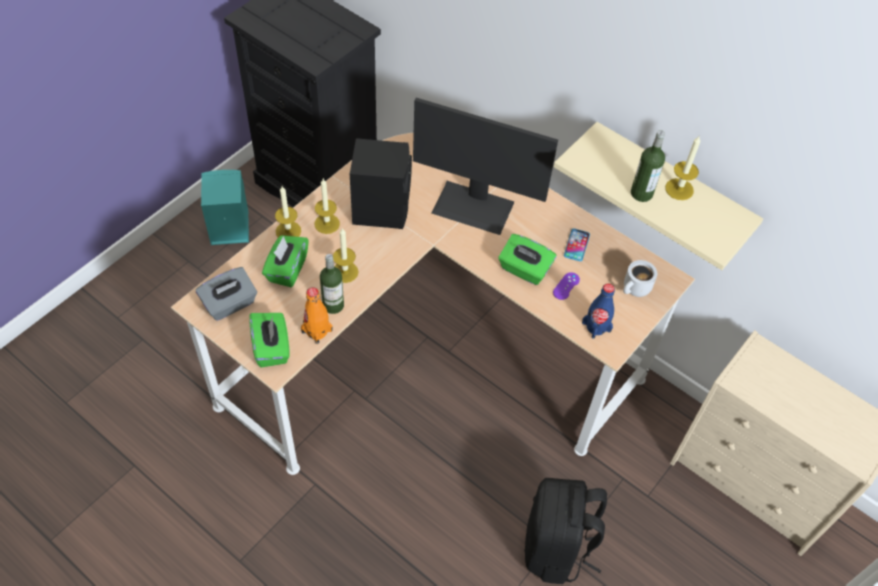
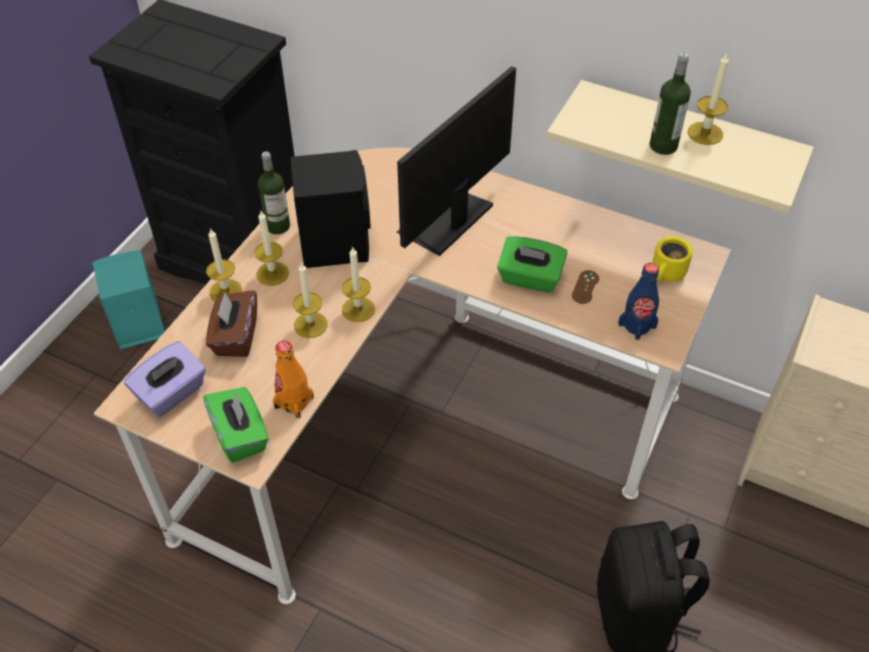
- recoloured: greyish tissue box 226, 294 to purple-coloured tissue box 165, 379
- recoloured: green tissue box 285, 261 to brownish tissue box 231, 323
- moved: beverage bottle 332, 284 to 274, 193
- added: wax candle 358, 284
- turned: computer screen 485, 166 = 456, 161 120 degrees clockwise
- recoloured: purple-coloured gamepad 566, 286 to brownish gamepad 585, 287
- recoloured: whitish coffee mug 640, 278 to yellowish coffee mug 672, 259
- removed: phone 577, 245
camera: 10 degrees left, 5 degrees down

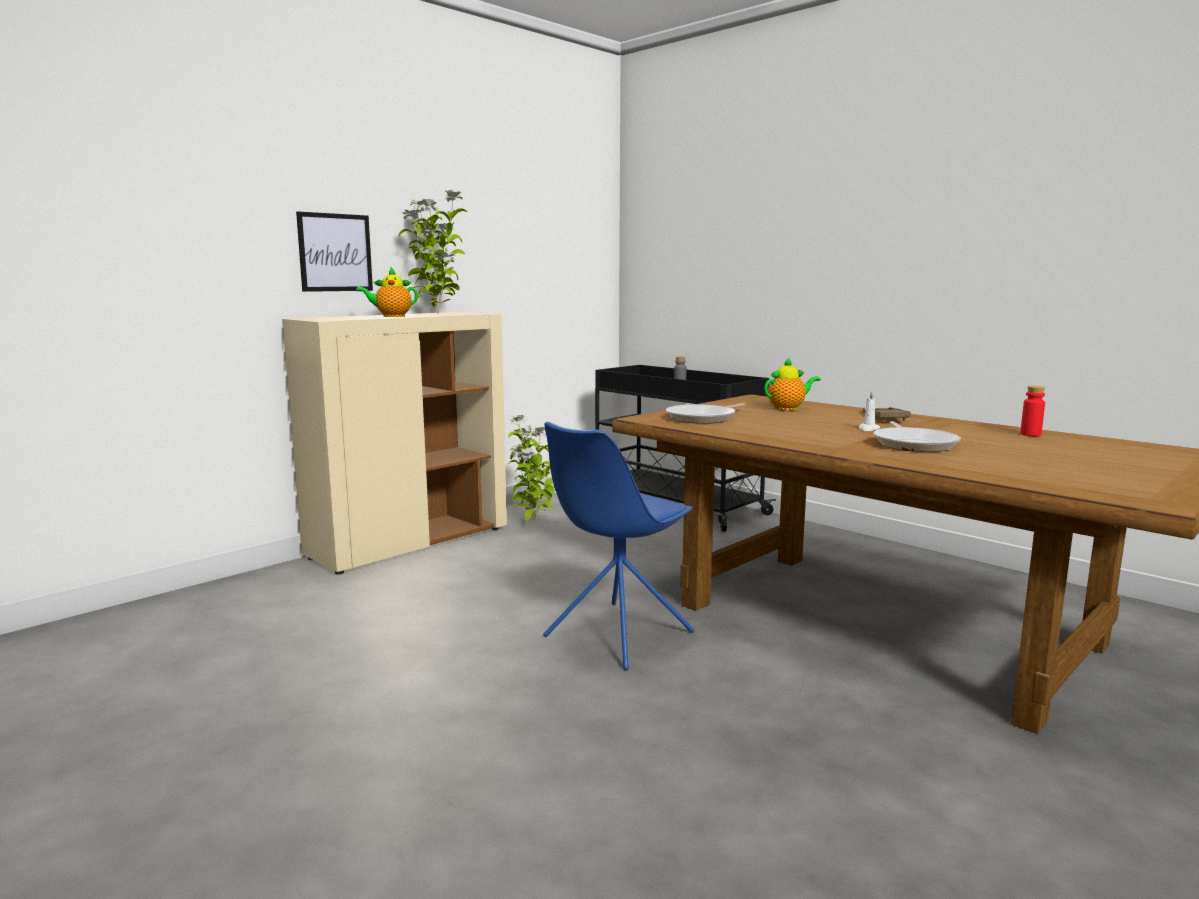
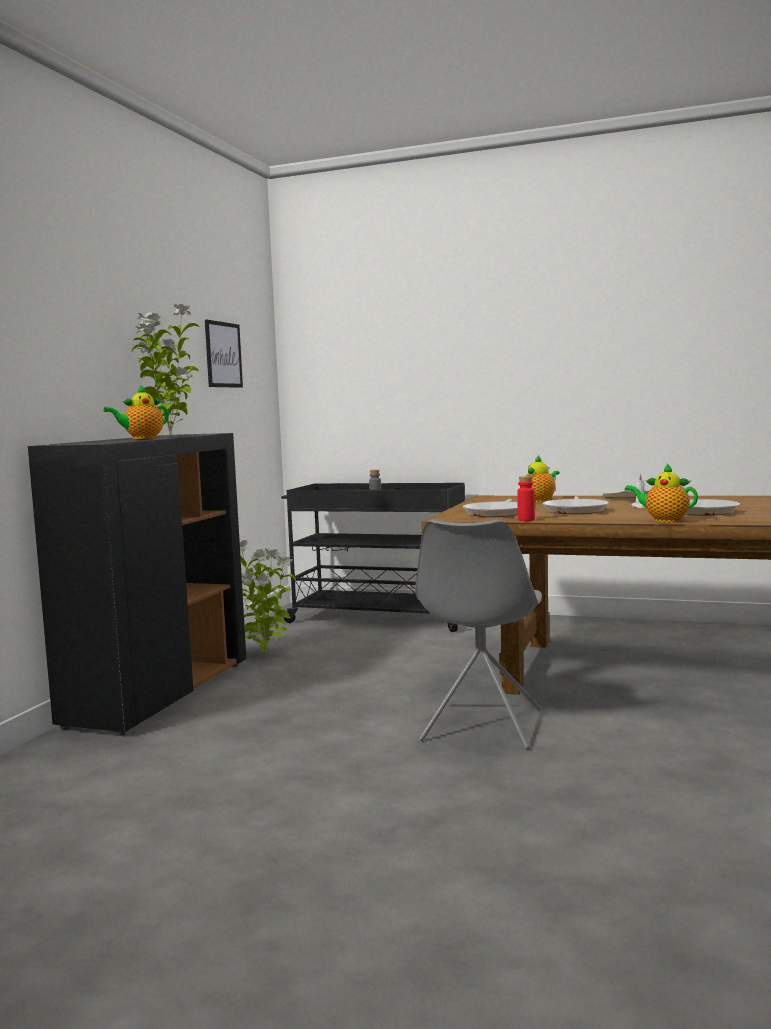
- recoloured: sand-coloured cabinet 394, 443 to black-coloured cabinet 137, 584
- moved: picture 334, 251 to 224, 354
- recoloured: blue-coloured chair 618, 545 to greyish chair 478, 634
- moved: reddish beverage bottle 1032, 411 to 526, 498
- added: frying pan 576, 505
- added: teapot 661, 493
camera: 25 degrees left, 5 degrees down

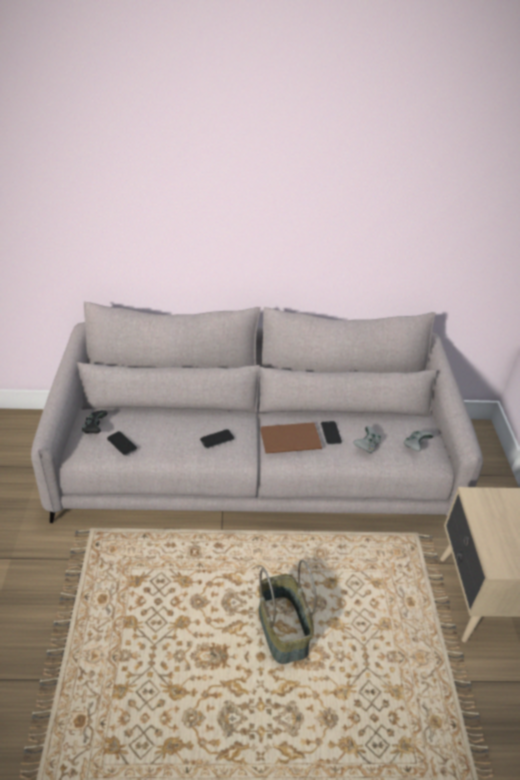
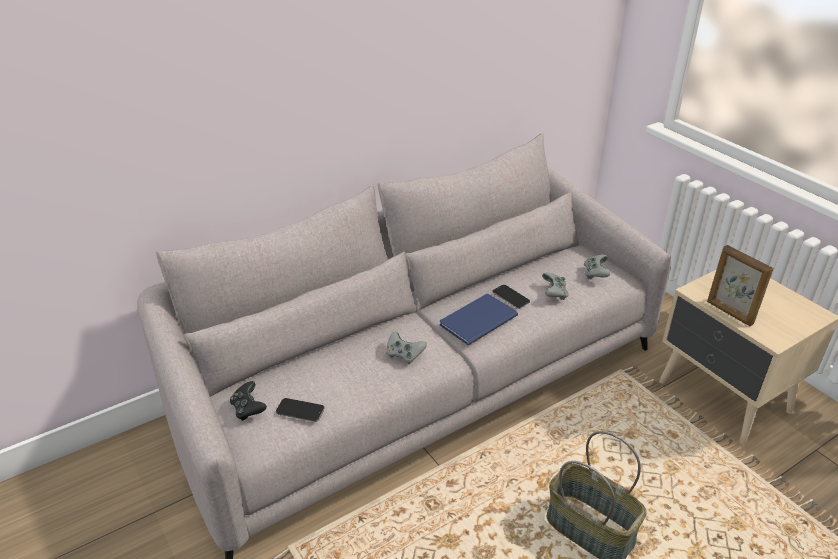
- replaced: phone 217, 439 to greyish gamepad 406, 347
- recoloured: brownish volume 291, 438 to blue-coloured volume 479, 319
- added: picture frame 740, 285
camera: 30 degrees left, 5 degrees down

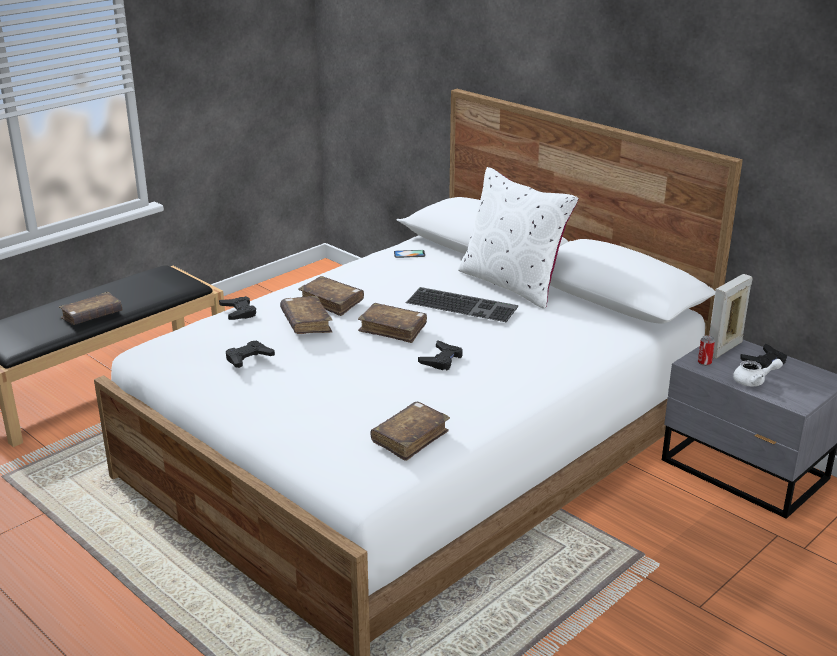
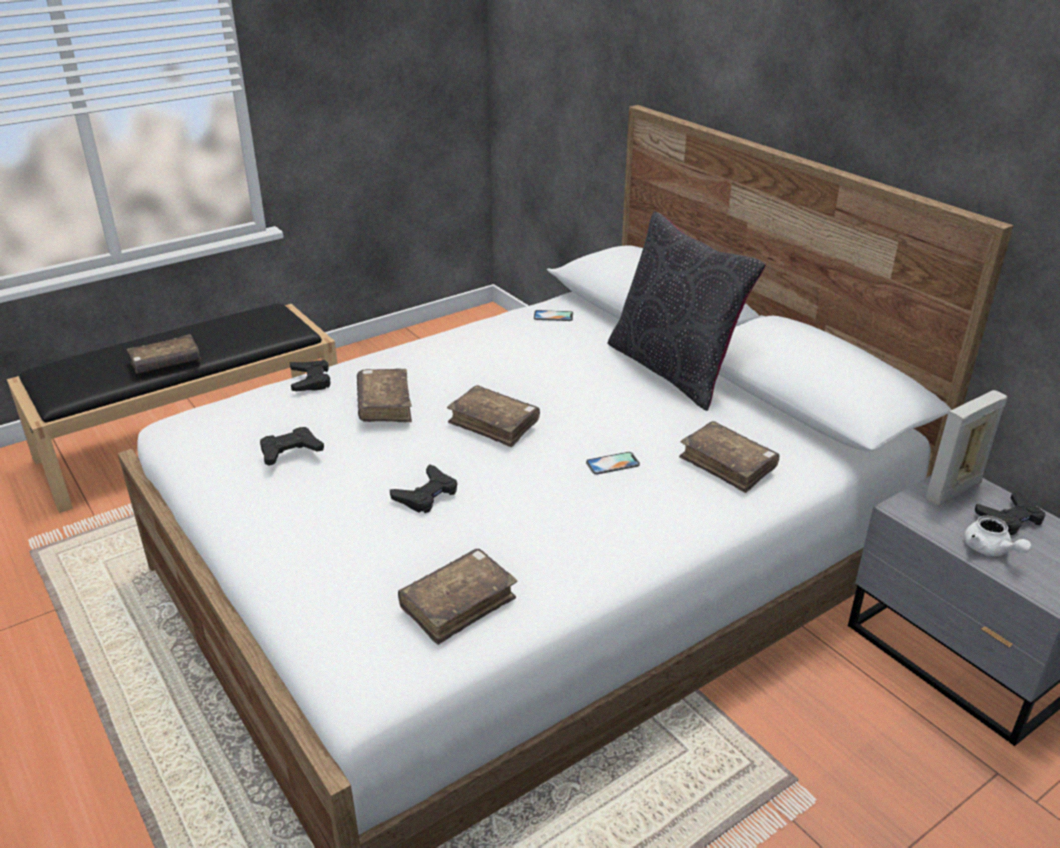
- moved: black-coloured gamepad 440, 355 to 423, 488
- added: phone 613, 463
- recoloured: whitish throw pillow 518, 238 to black-coloured throw pillow 686, 311
- moved: brownish volume 331, 296 to 729, 457
- turned: whitish teapot 758, 372 = 997, 536 60 degrees clockwise
- removed: computer keyboard 462, 304
- removed: sealed can 706, 350
camera: 10 degrees right, 5 degrees up

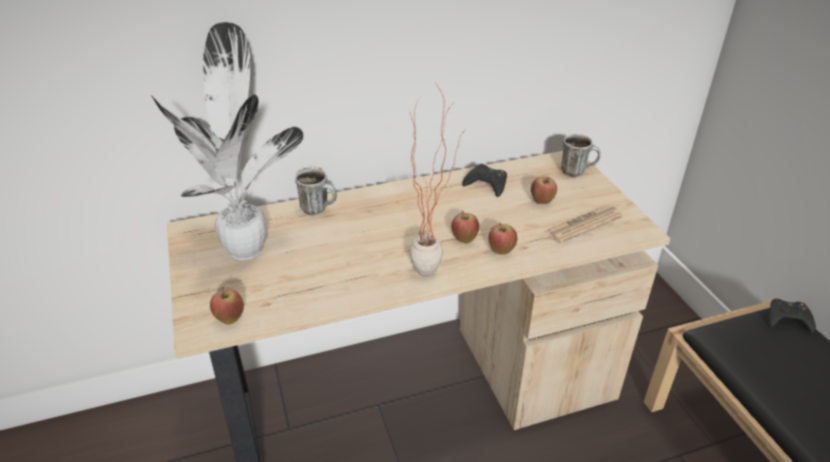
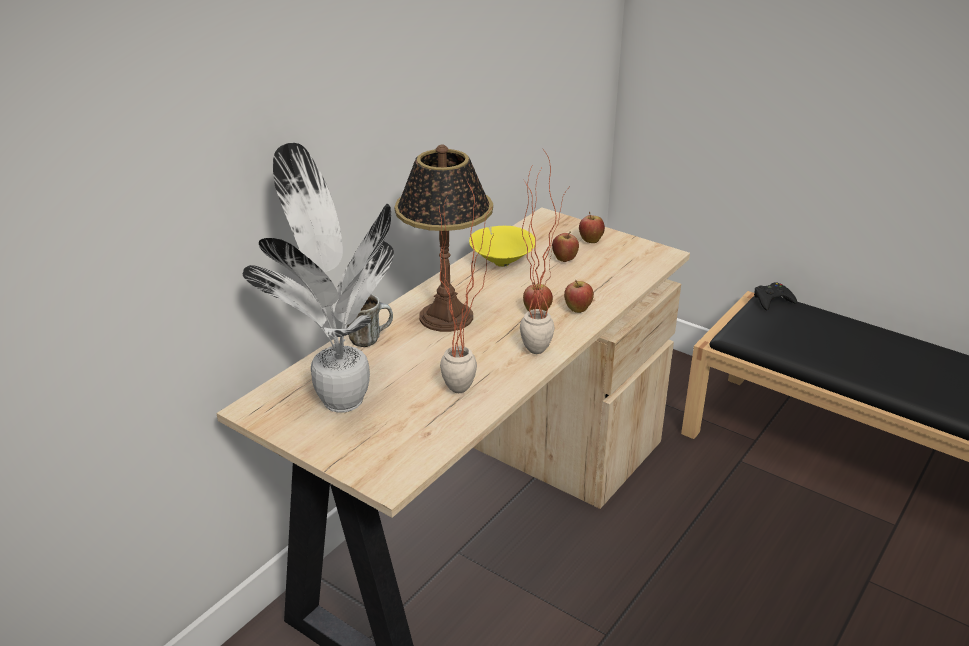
- added: tabletop lamp 443, 238
- added: houseplant 466, 287
- replaced: black-coloured gamepad 484, 180 to yellowish deep dish 502, 246
- moved: apple fruit 227, 306 to 592, 227
- removed: printed paper 583, 224
- removed: coffee mug 581, 155
camera: 35 degrees left, 5 degrees down

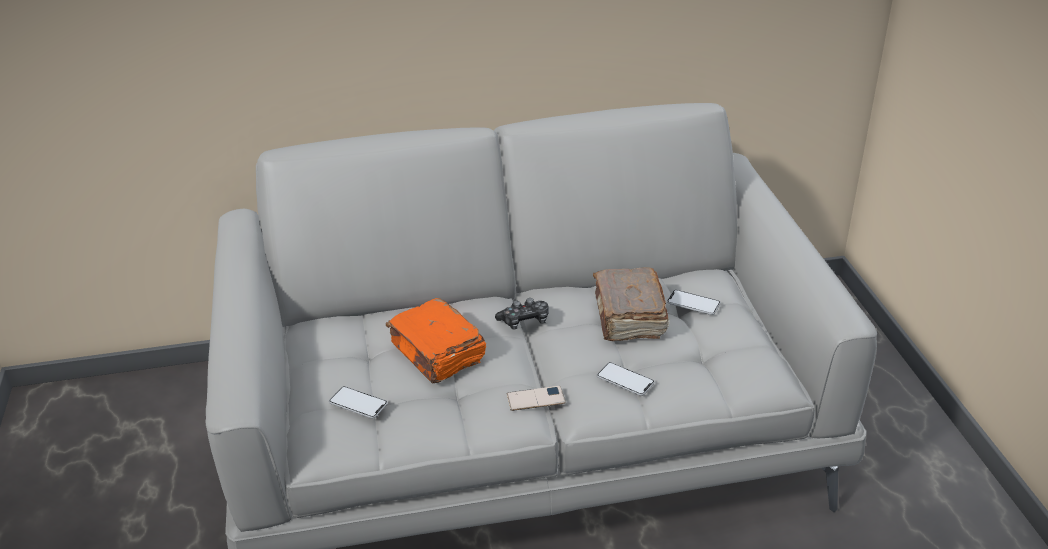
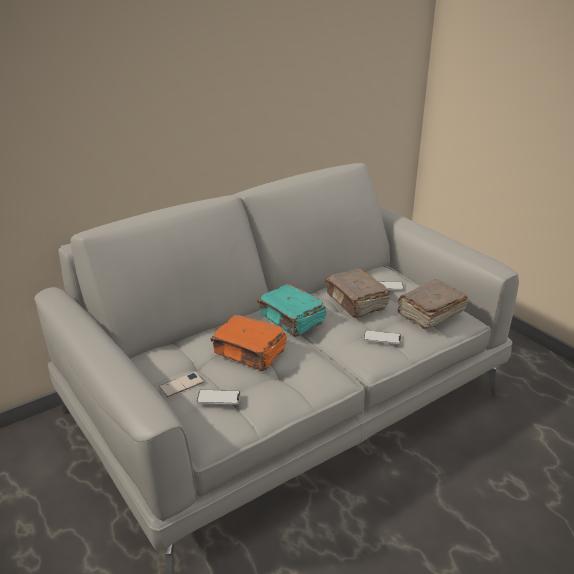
- moved: phone 536, 398 to 181, 384
- replaced: gamepad 522, 314 to turquoise volume 292, 310
- added: brownish volume 432, 305
camera: 25 degrees left, 5 degrees down

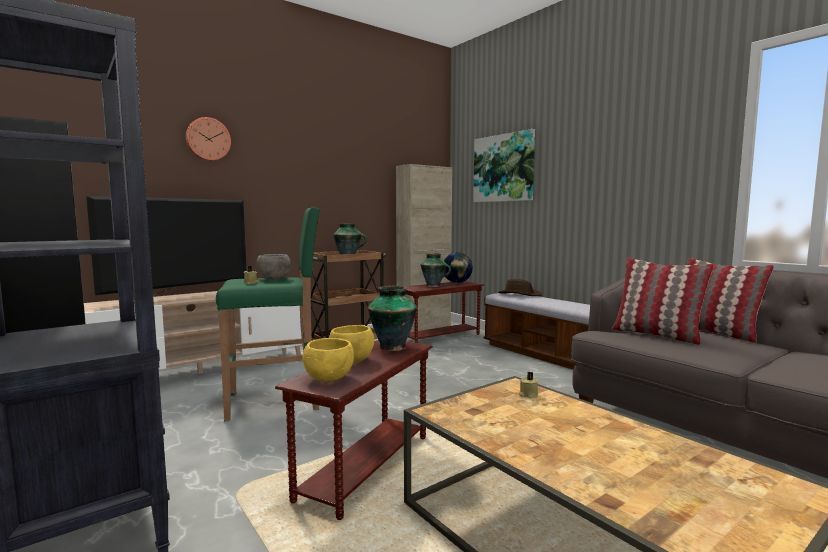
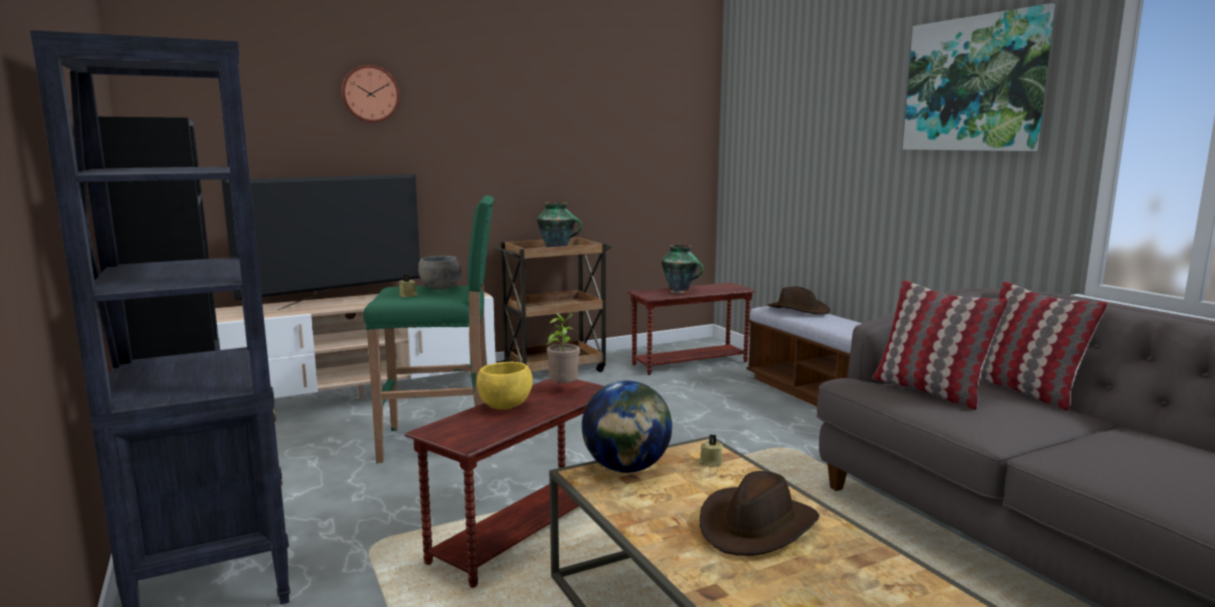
- replaced: decorative vase 392, 318 to houseplant 563, 348
- moved: globe 458, 267 to 627, 426
- added: brownish wearable hat 760, 513
- moved: picture 504, 165 to 979, 77
- removed: yellowish deep dish 328, 360
- removed: sand-coloured cabinet 424, 248
camera: 10 degrees right, 5 degrees up

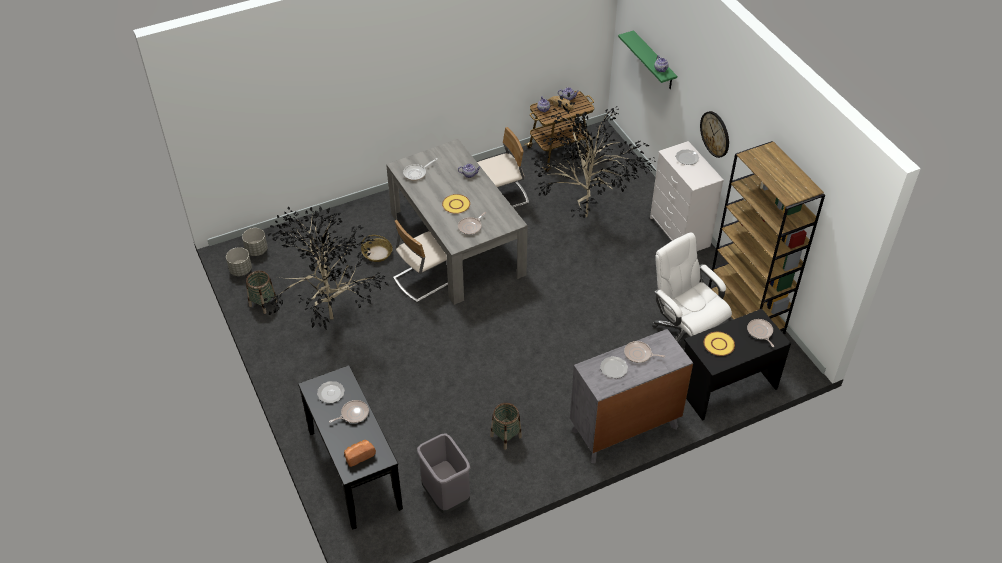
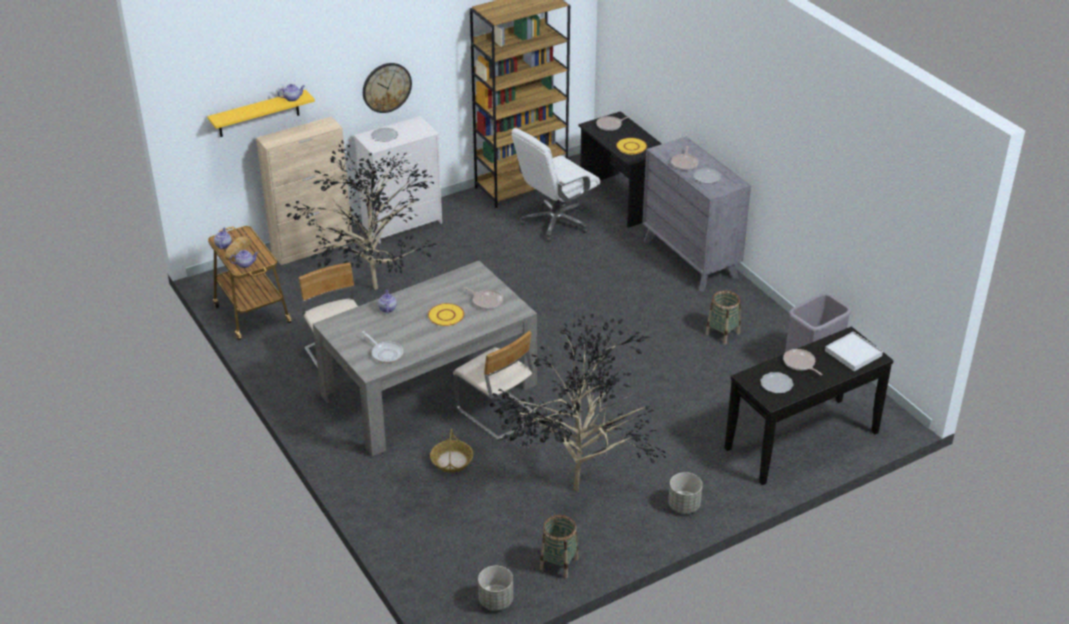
- recoloured: green wall shelf 647, 59 to yellowish wall shelf 261, 113
- added: sand-coloured cabinet 304, 190
- moved: greyish planter 255, 242 to 685, 493
- replaced: bakery bread 360, 453 to whitish carrying tray 854, 351
camera: 95 degrees left, 10 degrees down

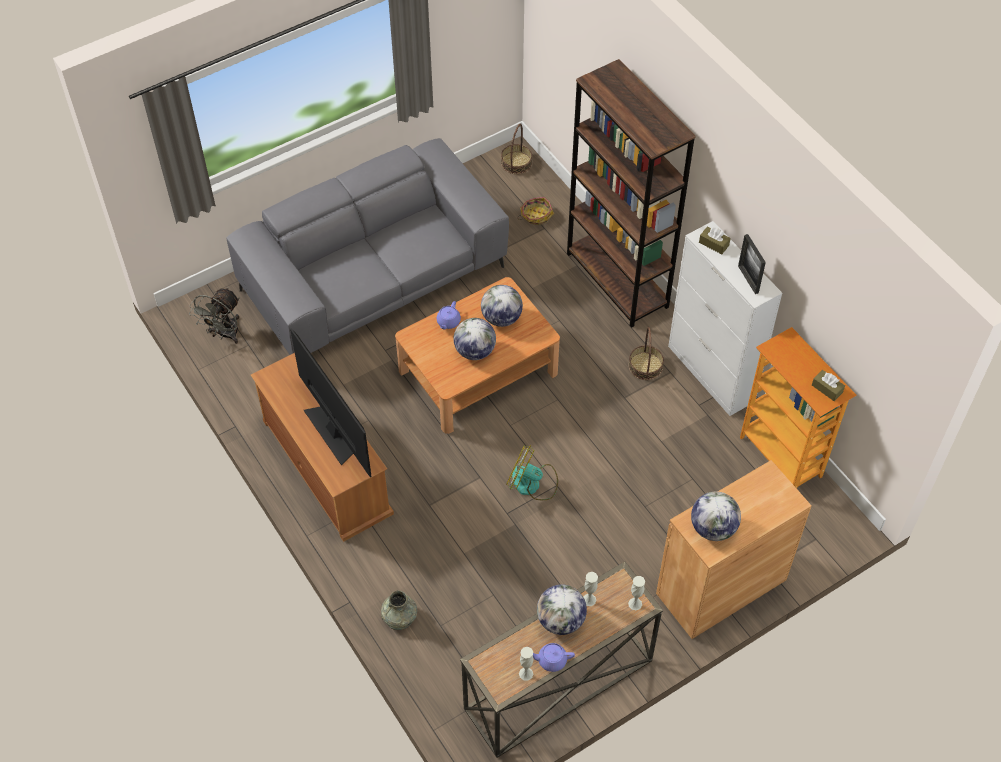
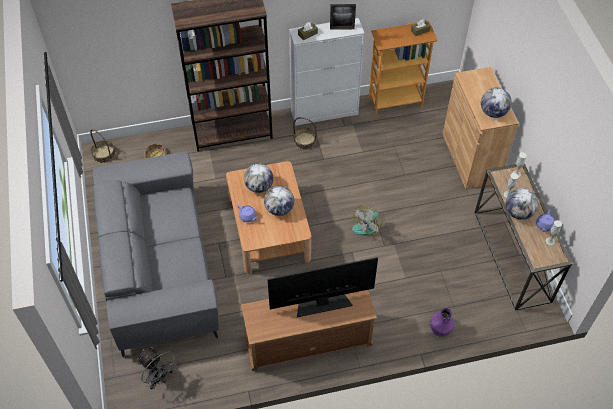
- recoloured: greyish decorative vase 399, 610 to purple-coloured decorative vase 442, 322
camera: 70 degrees left, 0 degrees up

